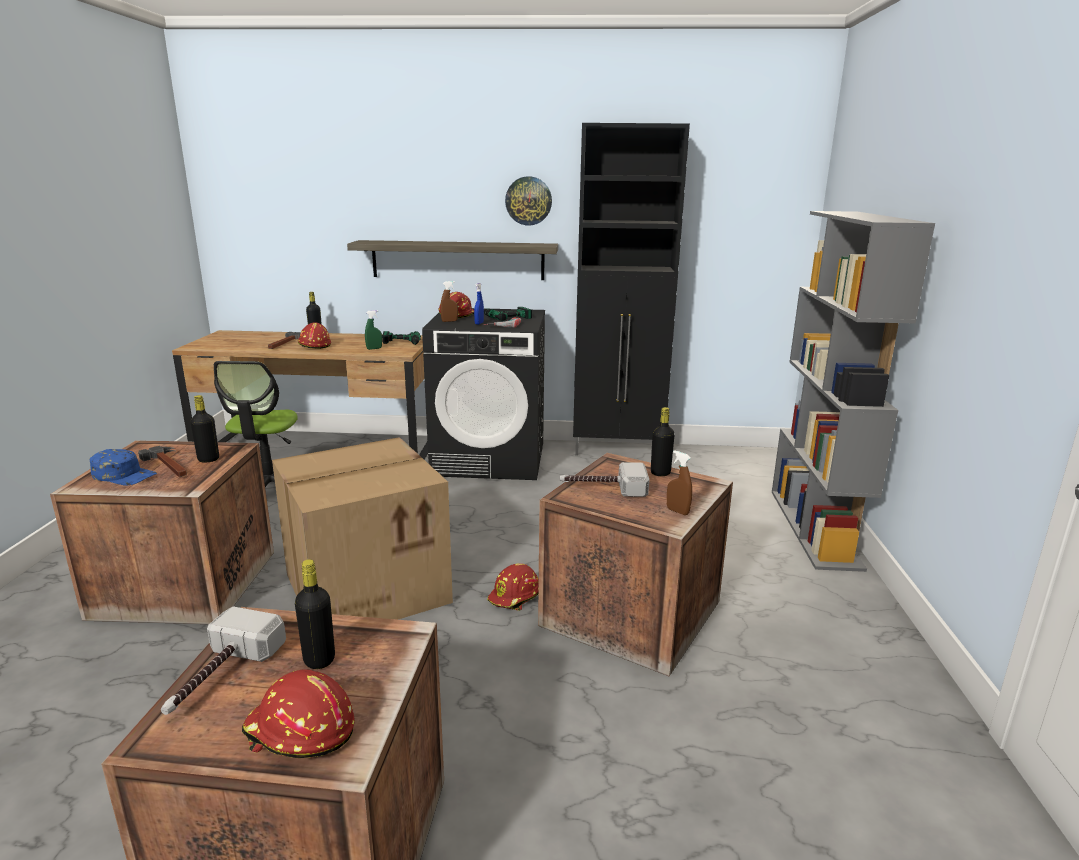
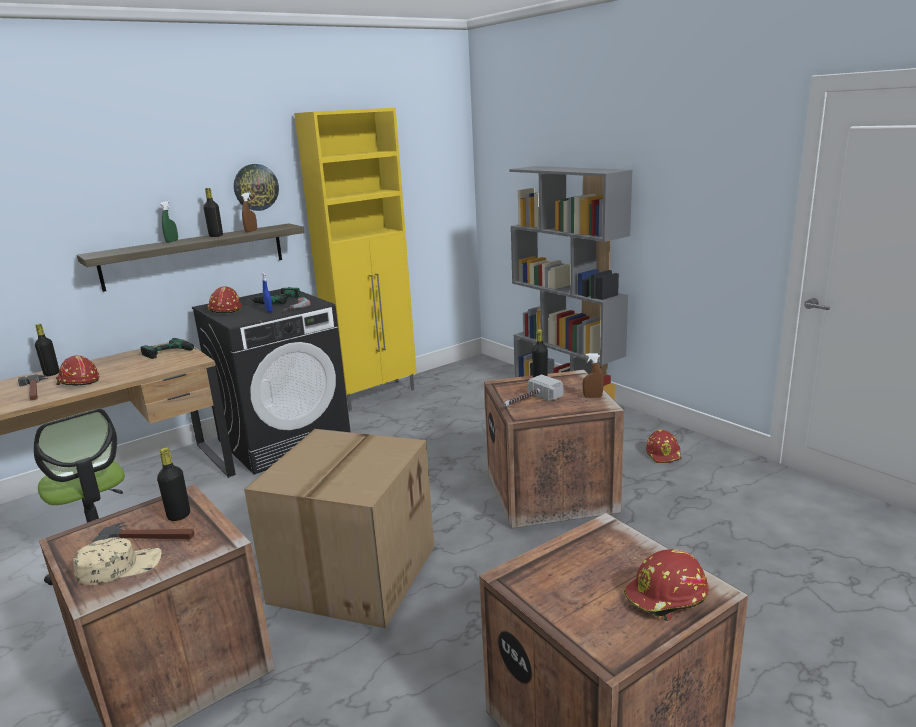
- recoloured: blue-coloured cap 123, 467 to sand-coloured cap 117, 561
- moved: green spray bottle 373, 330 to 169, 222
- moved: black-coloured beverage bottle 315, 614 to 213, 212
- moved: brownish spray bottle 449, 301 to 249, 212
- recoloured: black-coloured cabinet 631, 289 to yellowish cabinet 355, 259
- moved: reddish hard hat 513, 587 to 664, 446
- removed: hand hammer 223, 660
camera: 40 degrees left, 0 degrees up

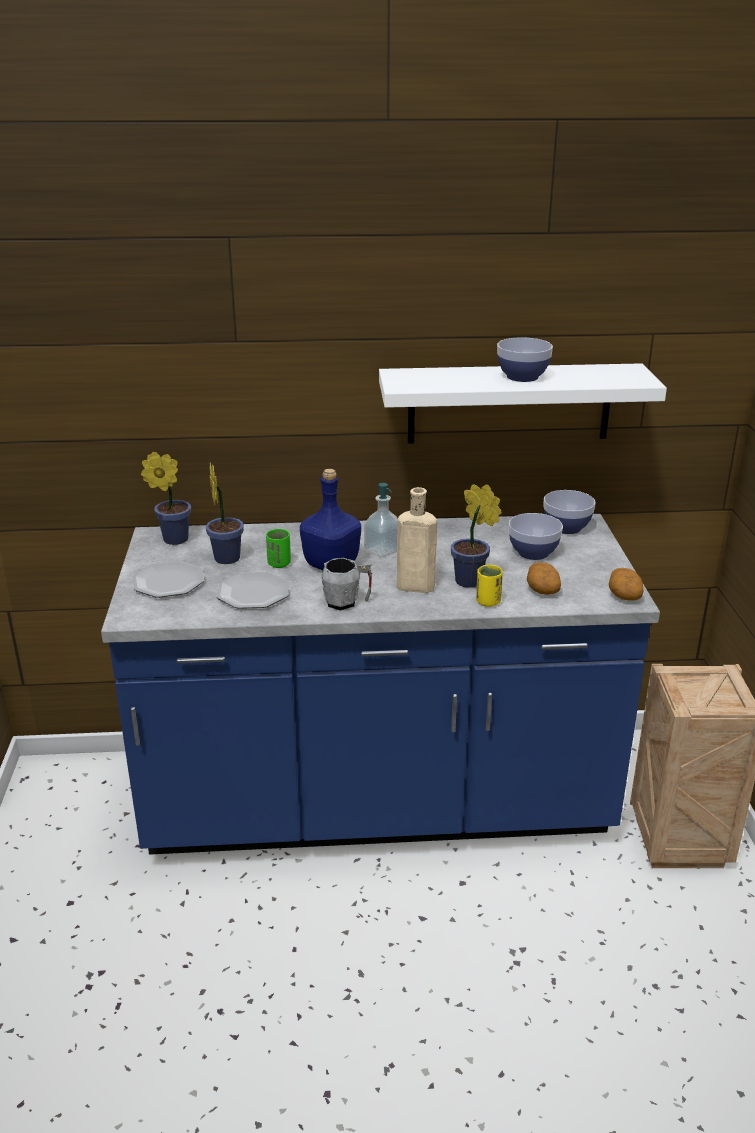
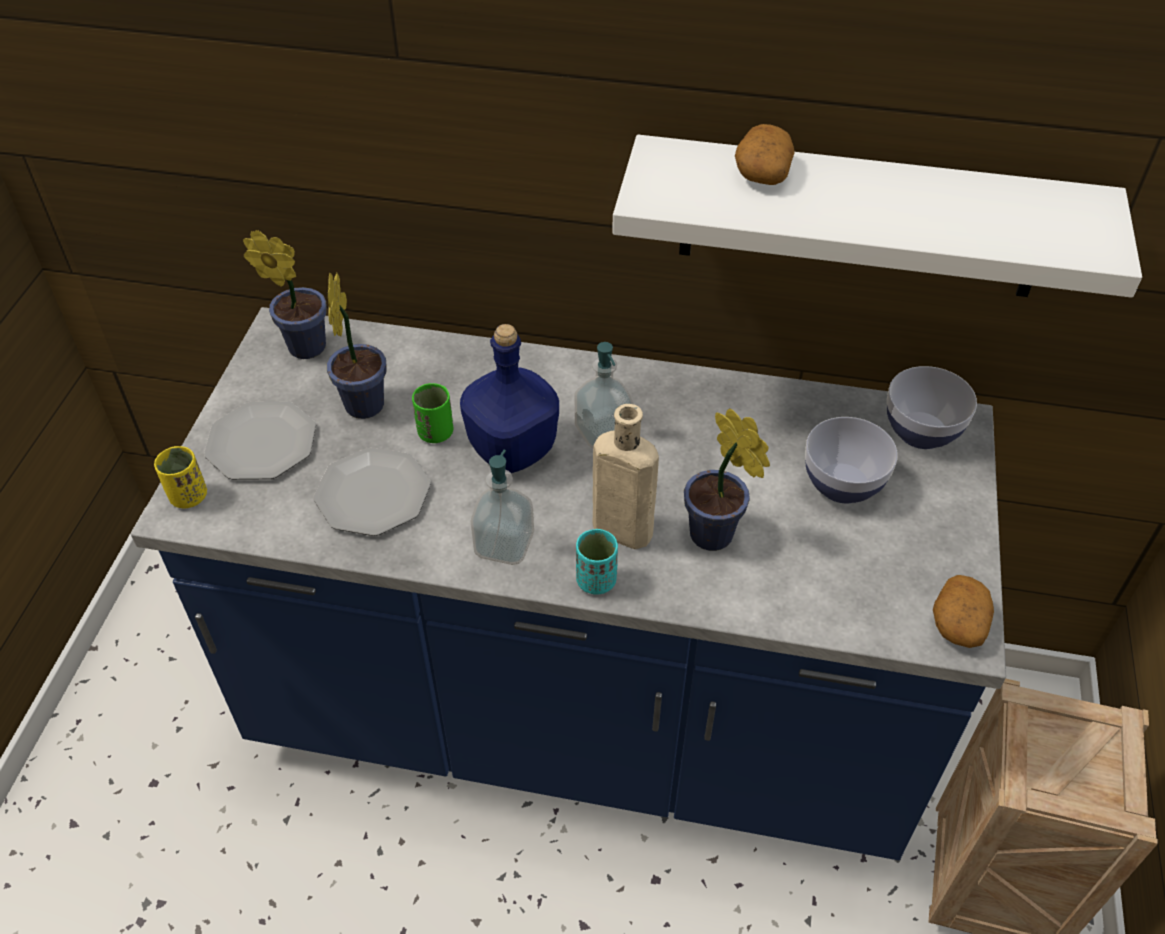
- moved: yellowish drinking cup 489, 586 to 180, 477
- replaced: greyish coffee mug 346, 584 to soap bottle 502, 507
- added: turquoise drinking cup 597, 562
- moved: potato 544, 578 to 765, 154
- removed: deep dish 525, 359
camera: 15 degrees right, 20 degrees up

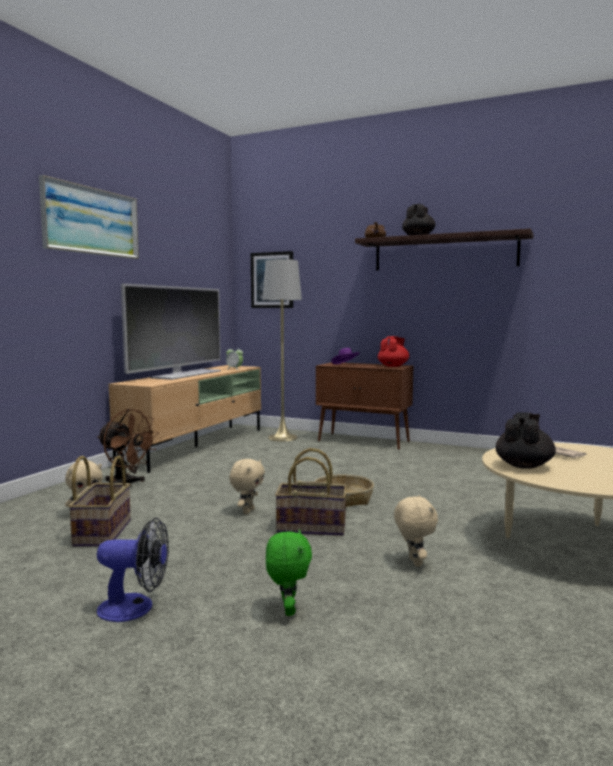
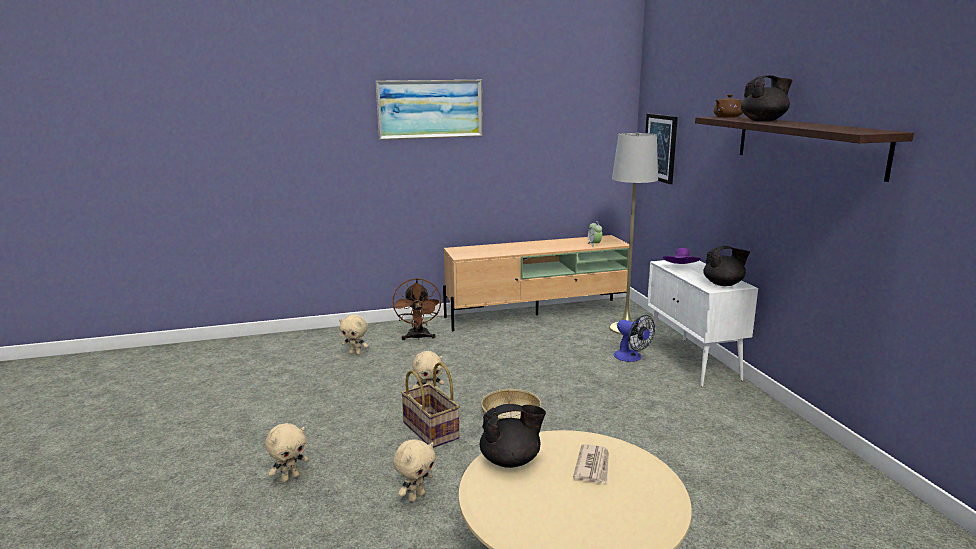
- recoloured: green cuddly toy 289, 572 to sand-coloured cuddly toy 287, 453
- moved: fan 133, 569 to 634, 338
- recoloured: brownish cabinet 364, 406 to whitish cabinet 702, 323
- recoloured: reddish teapot 393, 351 to black-coloured teapot 726, 266
- removed: storage basket 99, 501
- removed: TV set 171, 331
camera: 50 degrees right, 10 degrees up

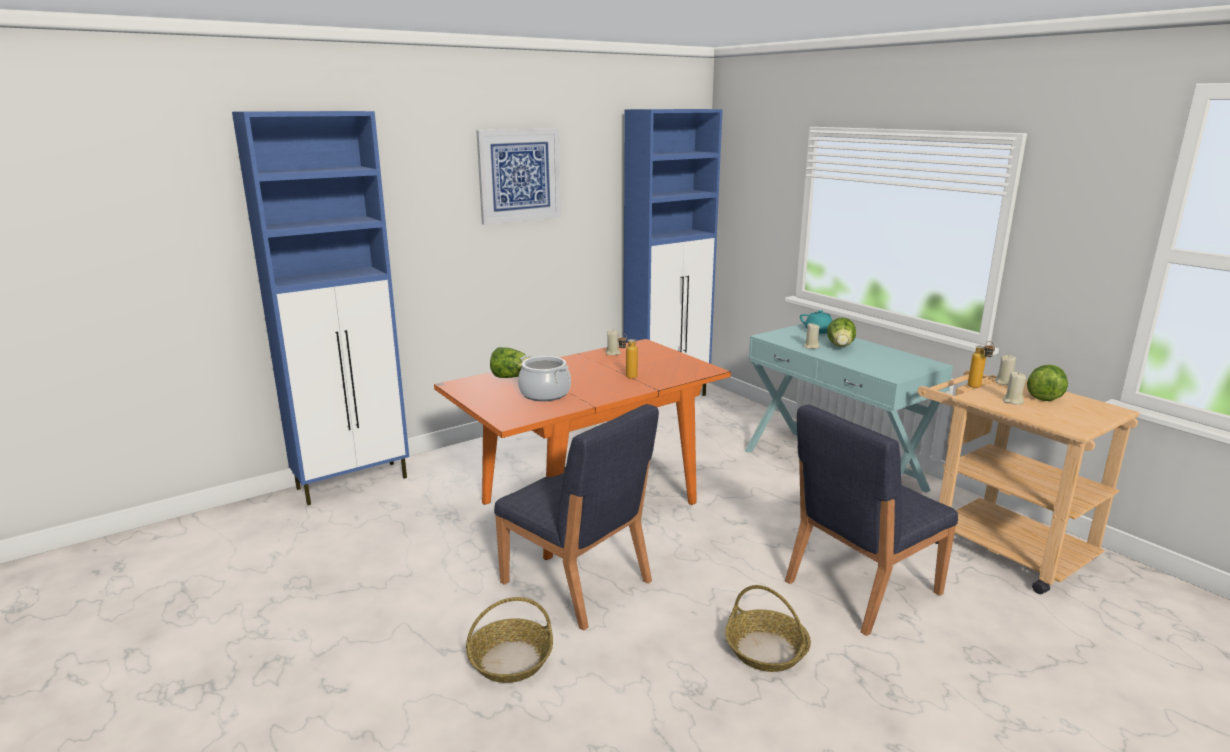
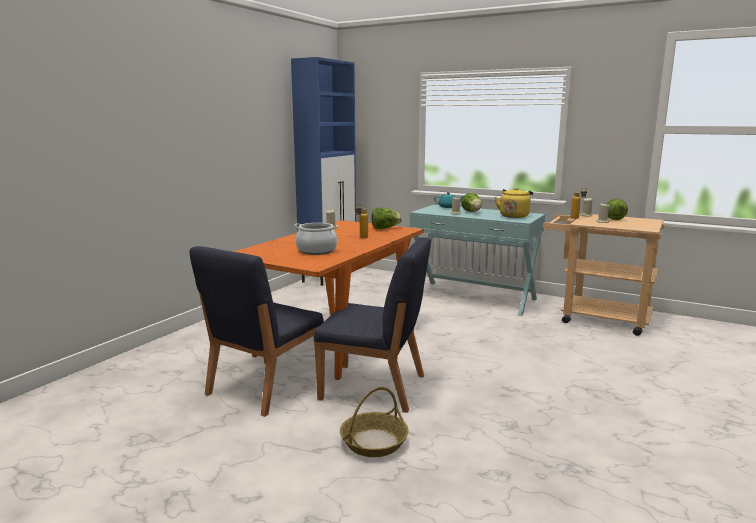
- moved: blue-coloured chair 871, 520 to 256, 331
- moved: lettuce 509, 362 to 386, 218
- added: yellowish kettle 514, 203
- removed: blue-coloured cabinet 320, 308
- removed: picture 518, 176
- removed: storage basket 768, 628
camera: 25 degrees left, 5 degrees down

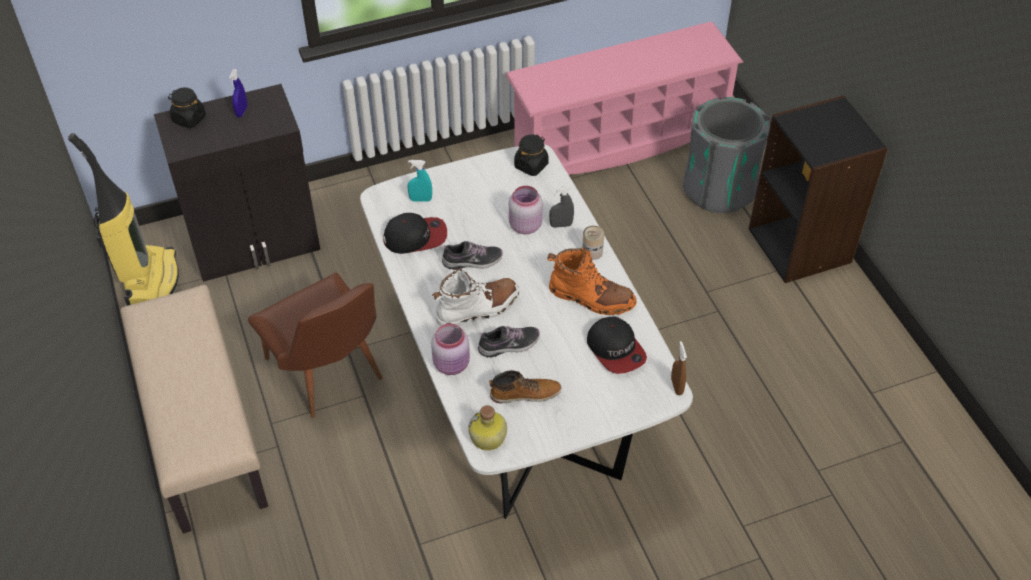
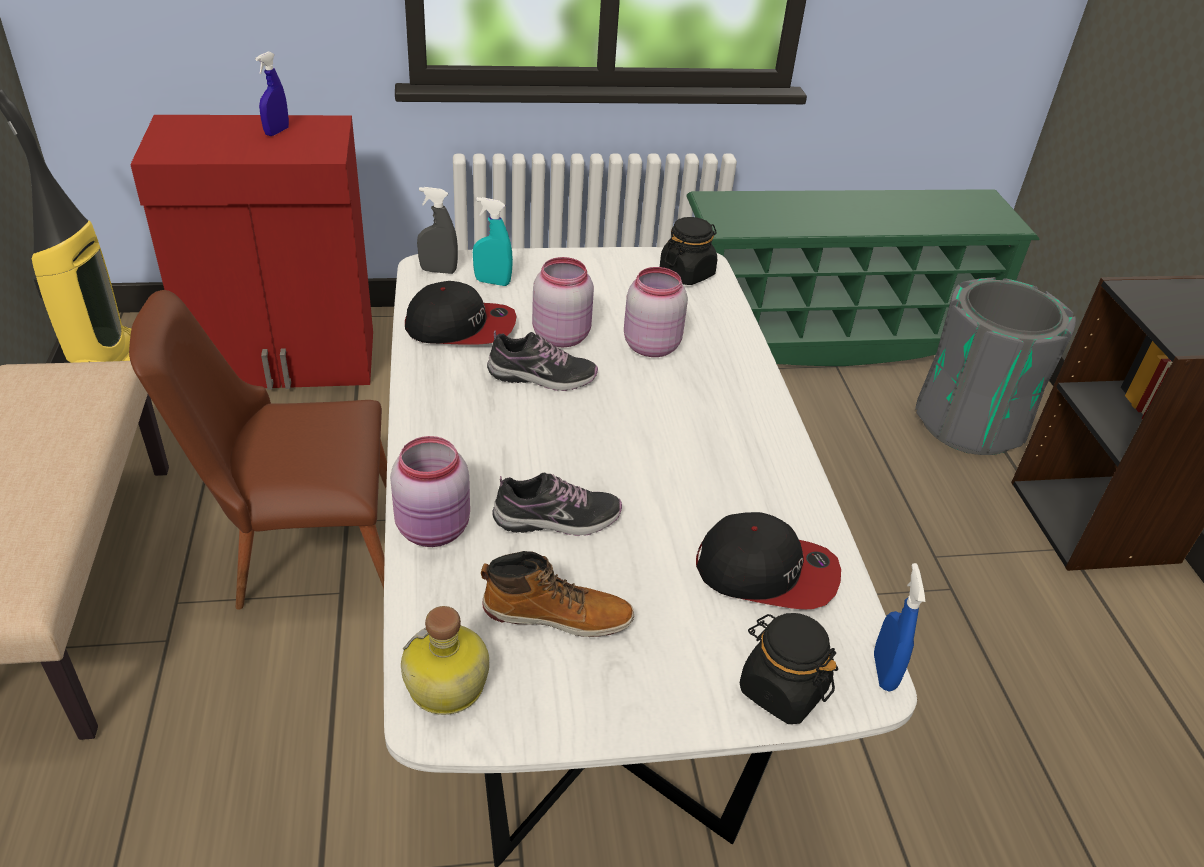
- turned: brownish chair 315, 345 = 258, 450 105 degrees clockwise
- recoloured: black-coloured cabinet 237, 183 to reddish cabinet 251, 252
- moved: greyish spray bottle 561, 206 to 437, 230
- added: pinkish jar 563, 302
- recoloured: pinkish shoe stand 624, 98 to green shoe stand 863, 277
- turned: cap 617, 345 = 768, 561 60 degrees counterclockwise
- moved: black-coloured jar 187, 107 to 789, 668
- recoloured: brownish spray bottle 679, 368 to blue-coloured spray bottle 899, 627
- removed: whitish high-top boot 476, 297
- removed: orange-coloured high-top boot 591, 281
- removed: sealed can 593, 243
camera: 10 degrees right, 10 degrees down

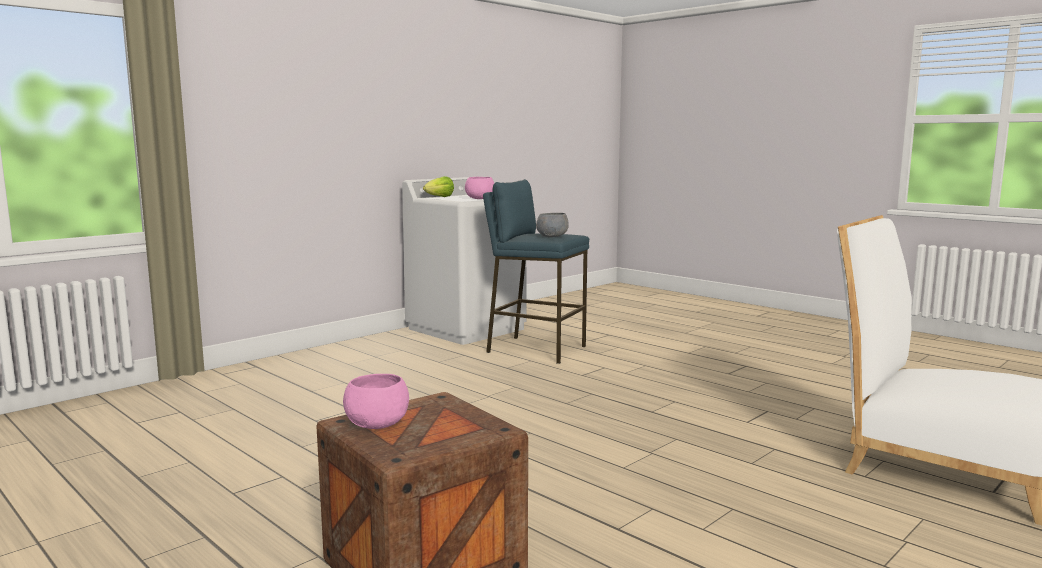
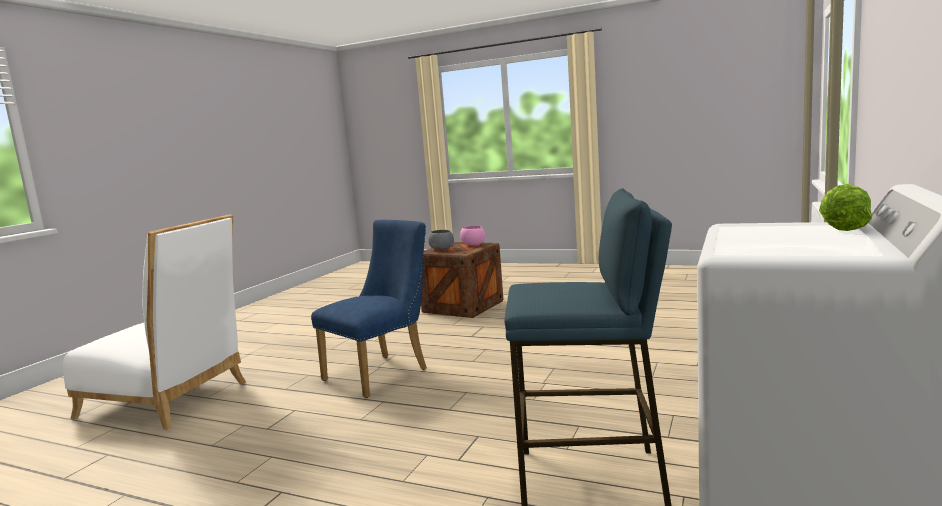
- added: blue-coloured chair 369, 309
- moved: greyish deep dish 552, 225 to 441, 240
- removed: pinkish deep dish 479, 188
camera: 160 degrees right, 0 degrees up

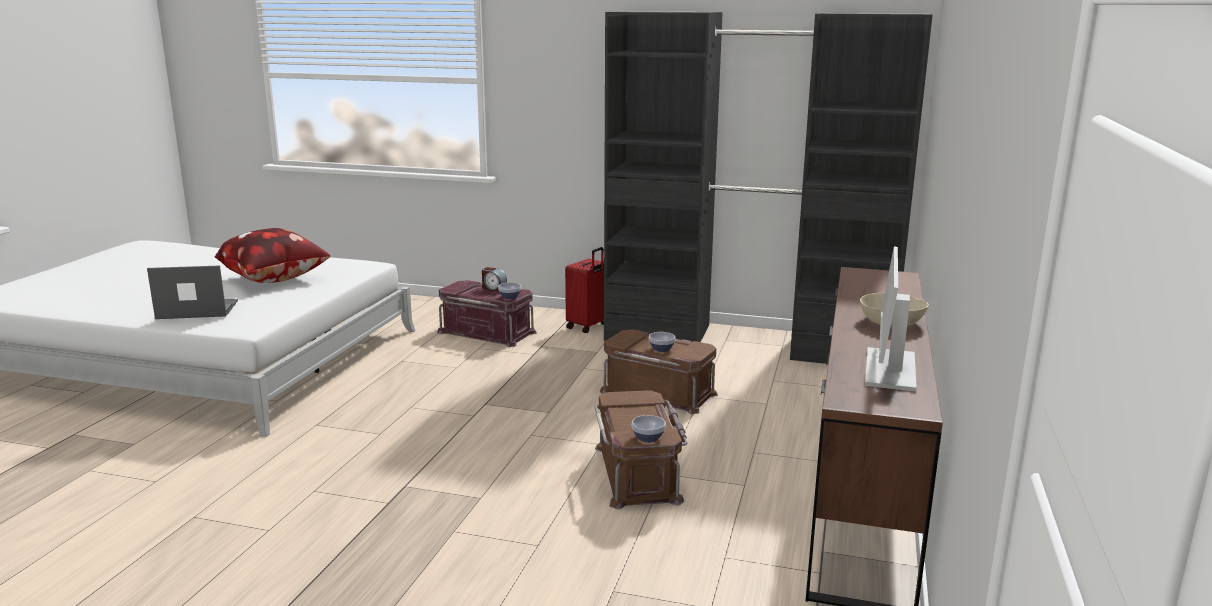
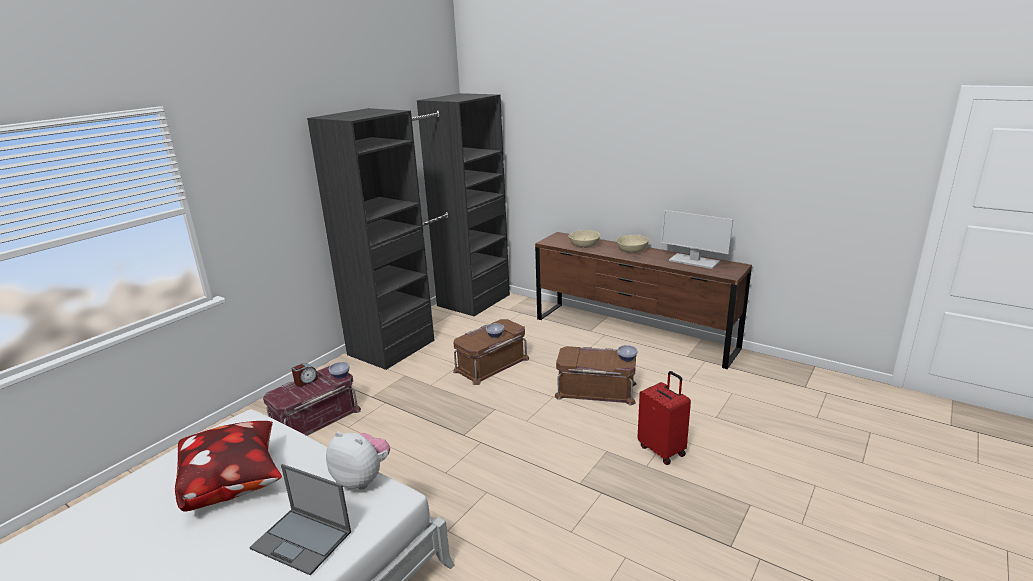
- turned: portable computer 192, 292 = 300, 519 75 degrees counterclockwise
- added: cuddly toy 358, 460
- added: sand-coloured deep dish 584, 239
- moved: reddish piece of luggage 584, 290 to 664, 418
camera: 70 degrees left, 5 degrees up

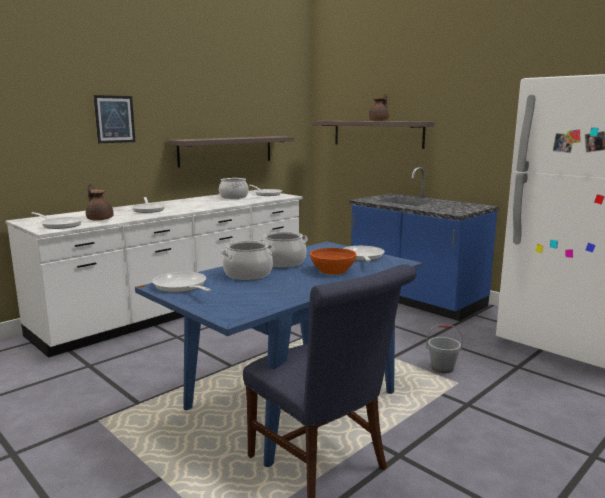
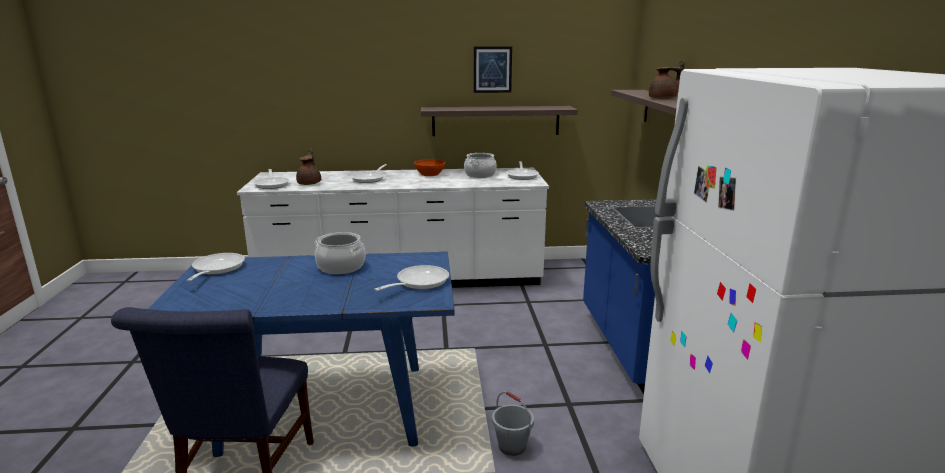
- moved: orange-coloured deep dish 333, 261 to 429, 167
- moved: picture 115, 119 to 493, 70
- removed: saucepot 247, 260
camera: 40 degrees right, 5 degrees up

